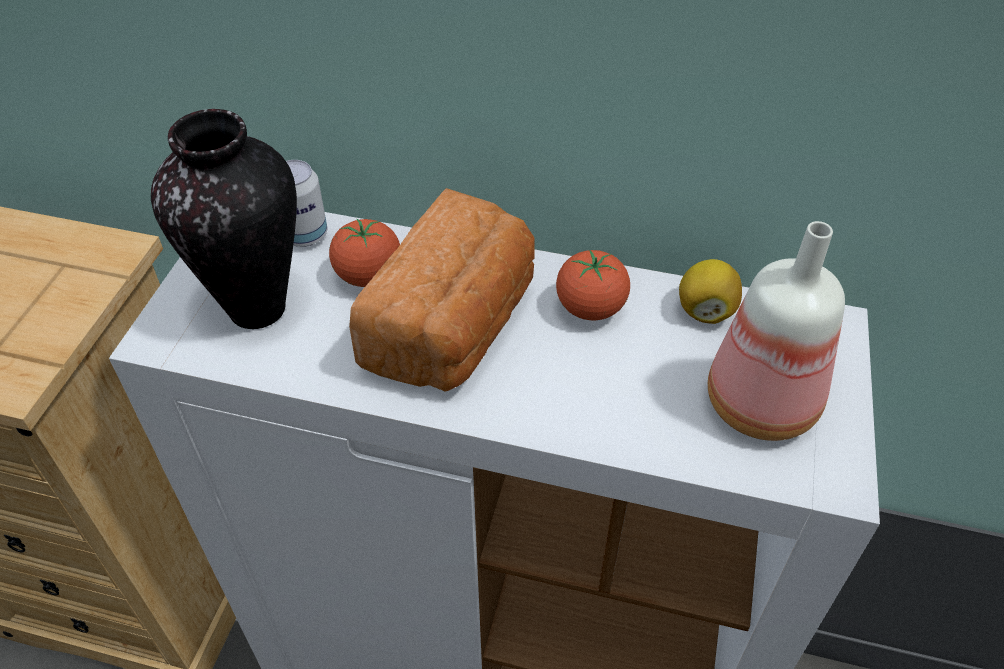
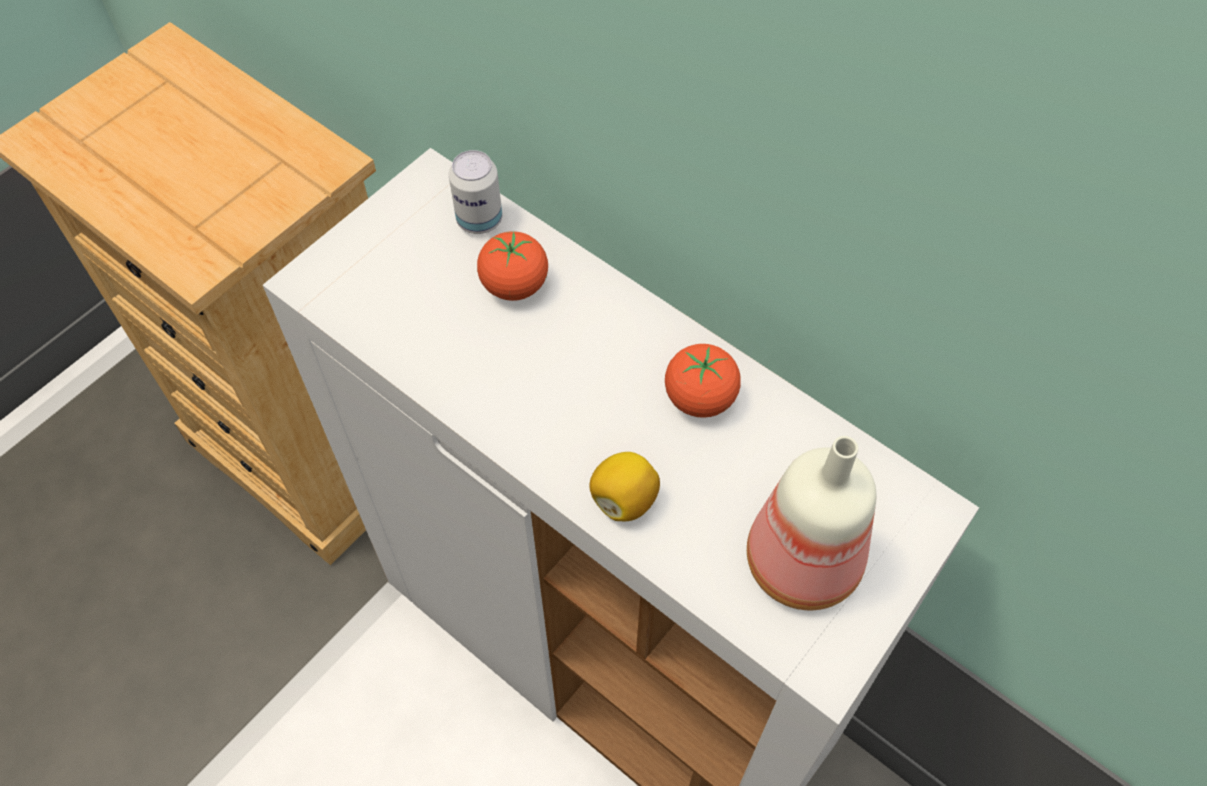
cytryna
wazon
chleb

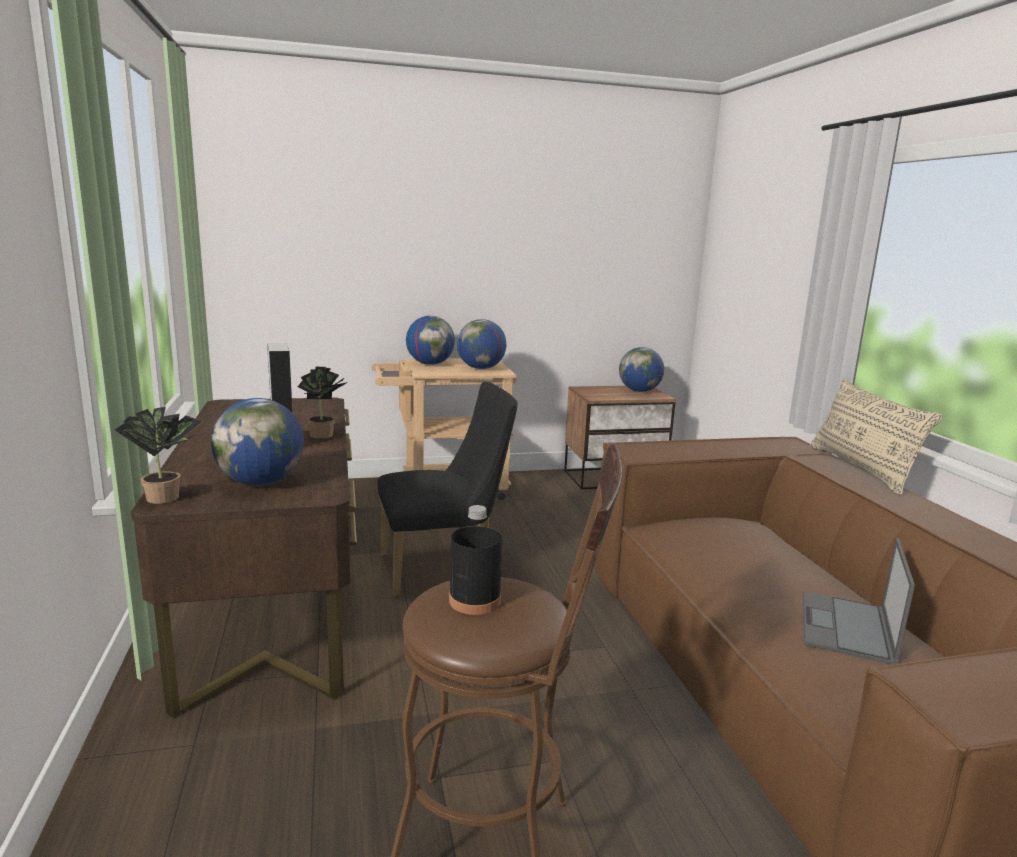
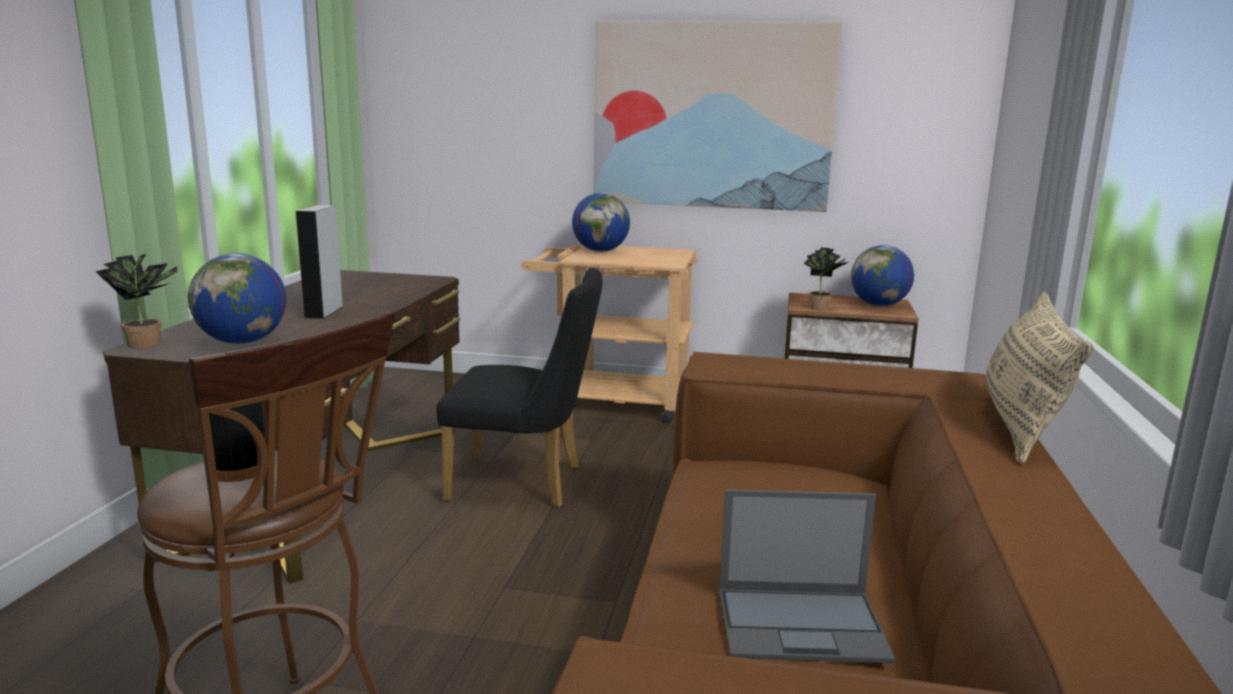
obraz
laptop
roślina doniczkowa (no. 2 from left)
globus (no. 3 from left in the first image)

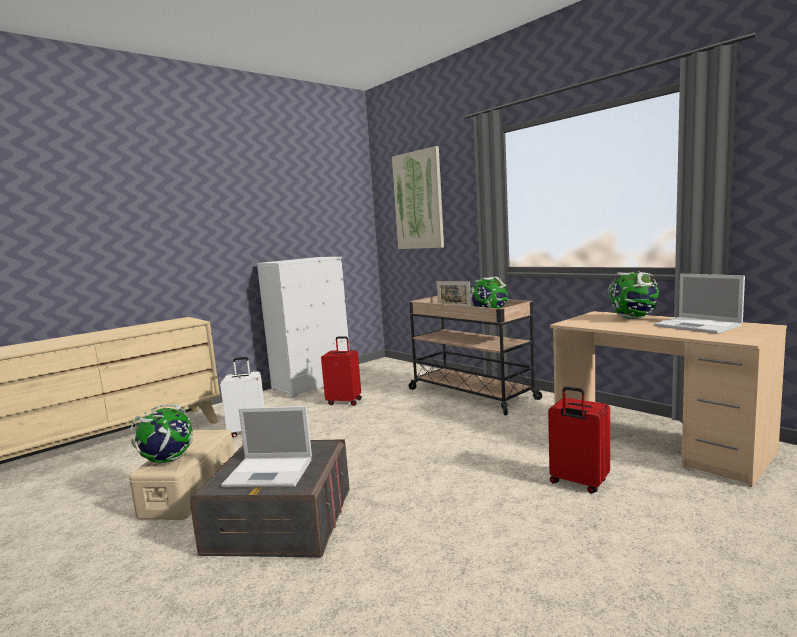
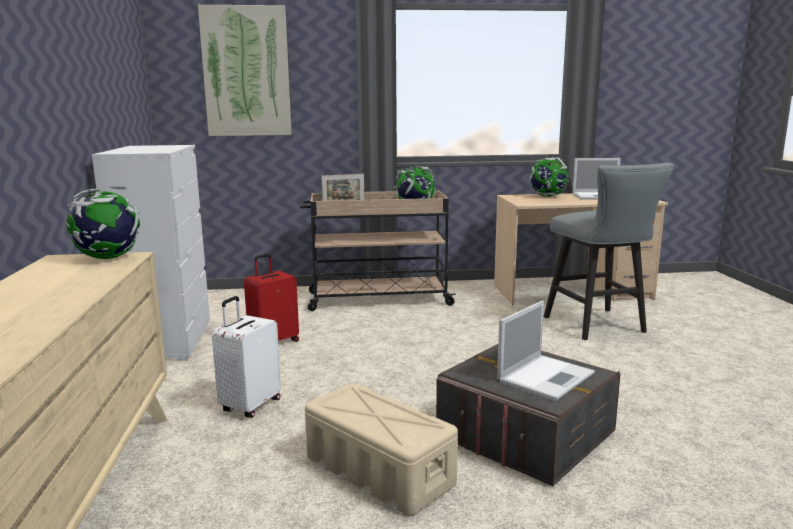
globus (no. 1 from left)
stołek [szary]

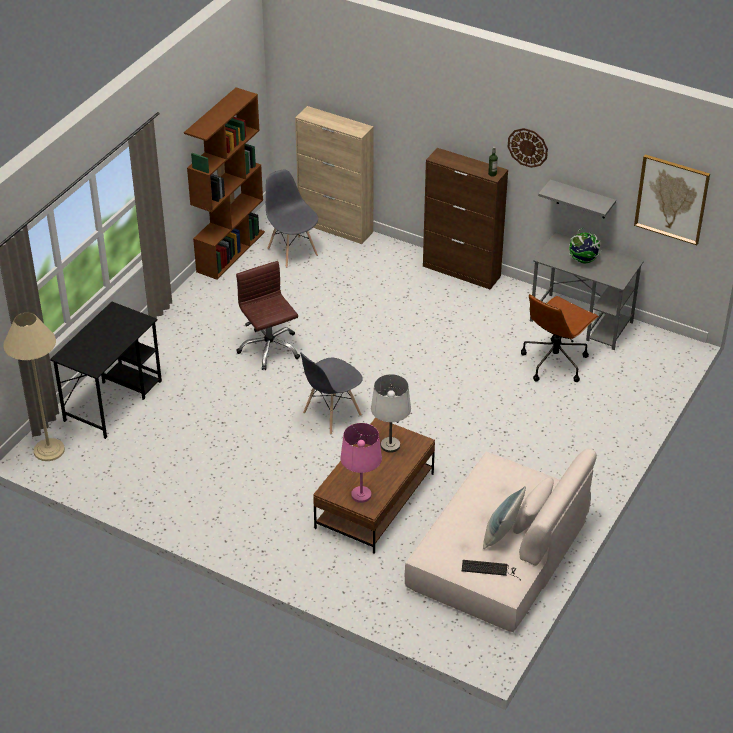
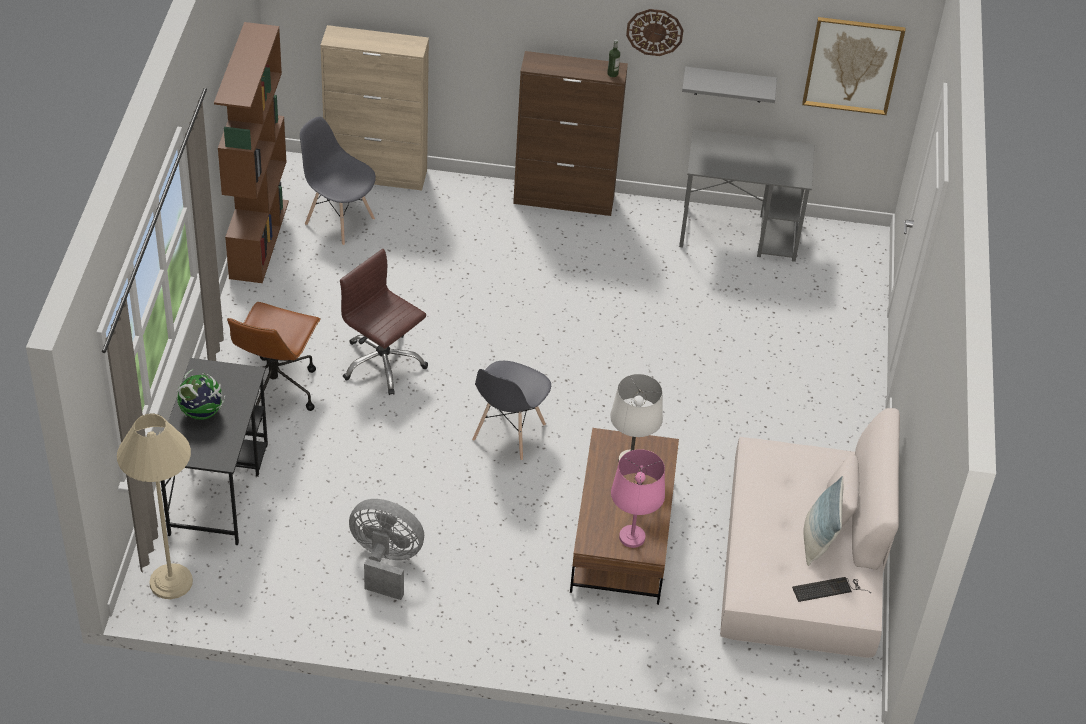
globus
krzesło biurowe [brązowy] (no. 1 from left)
wentylator [szary]

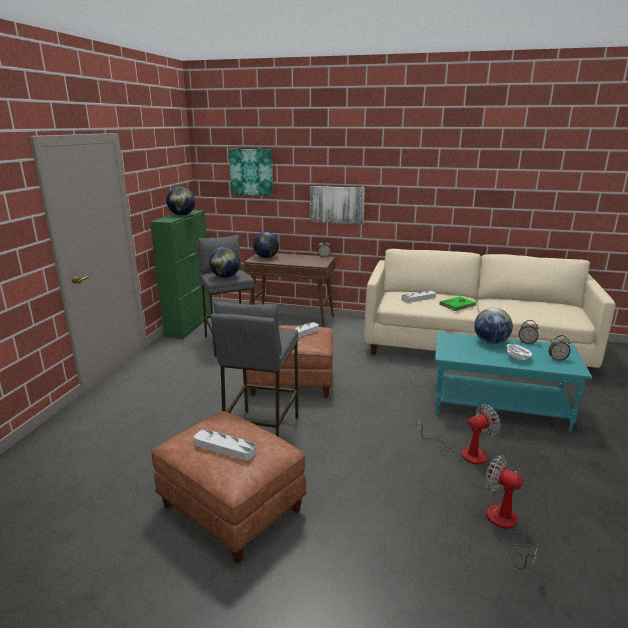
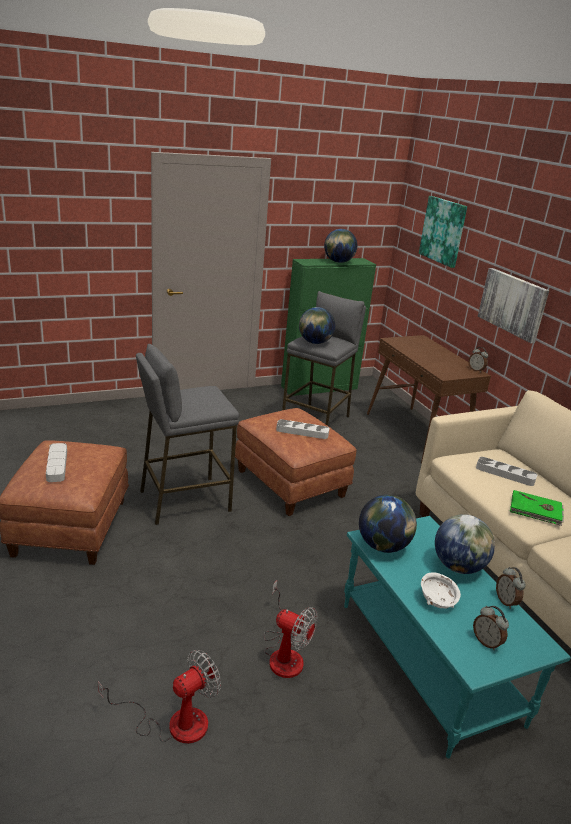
wentylator (no. 1 from left)
globus (no. 3 from left)

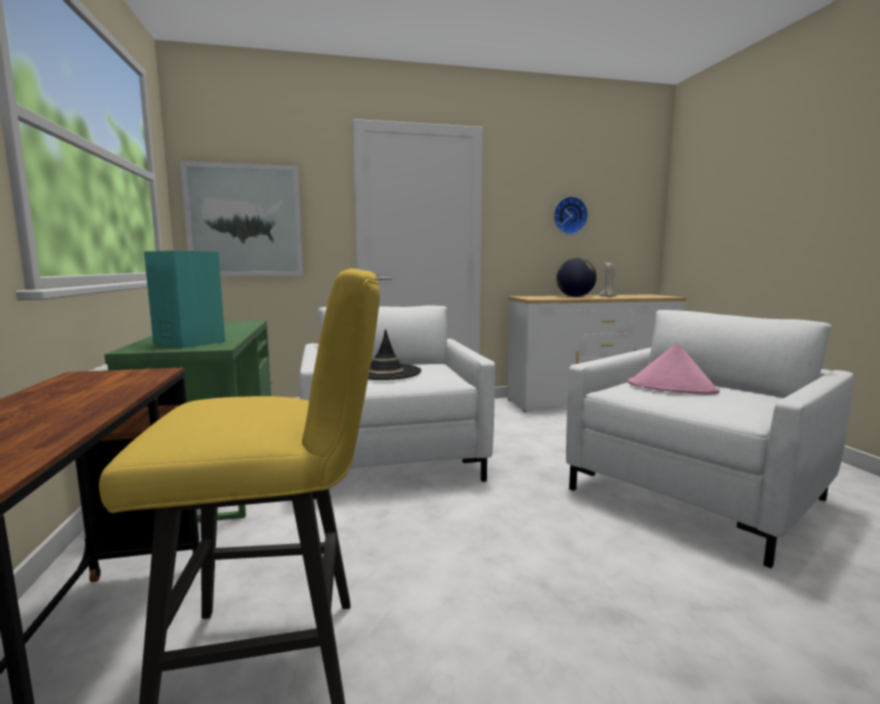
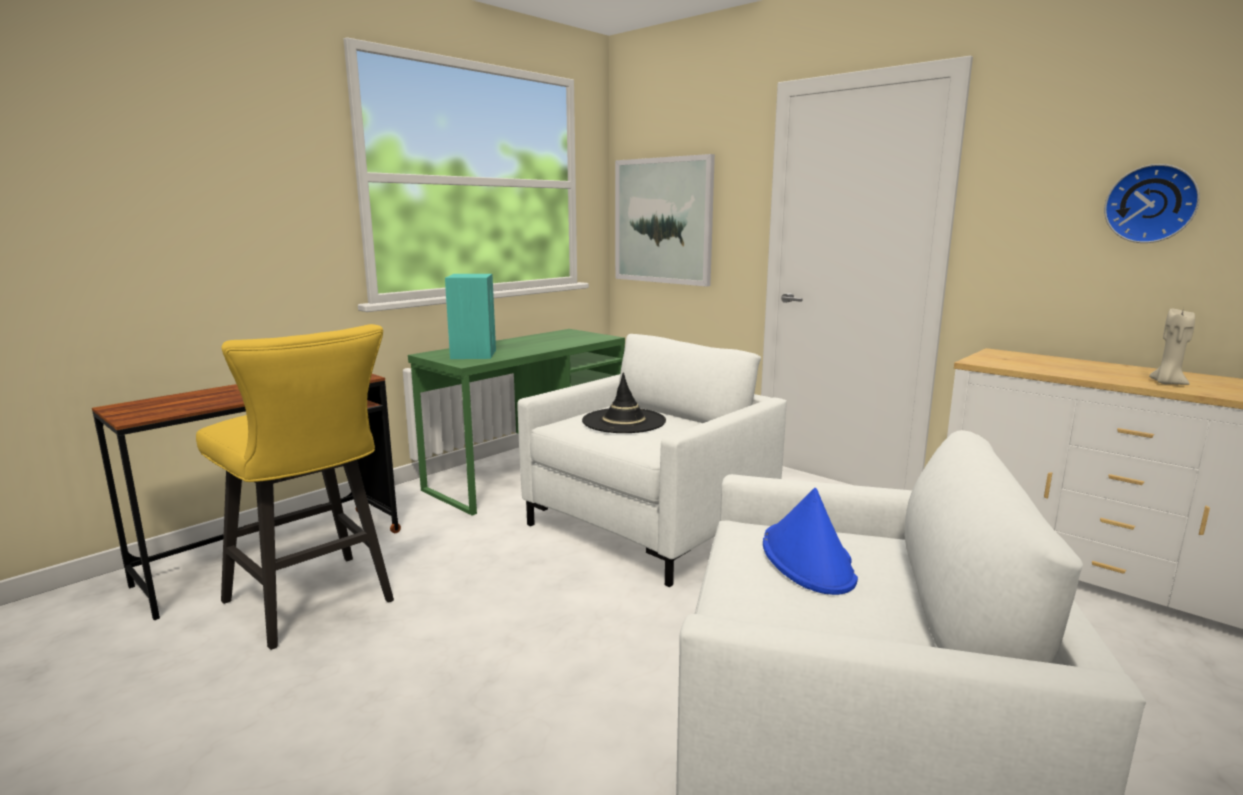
kapelusz [niebieski]
globus

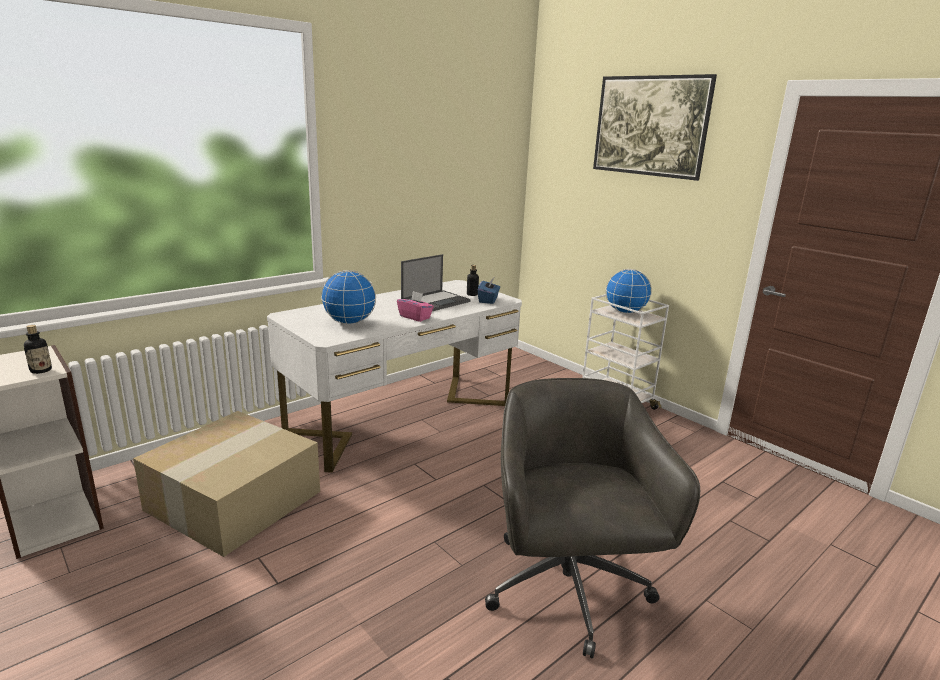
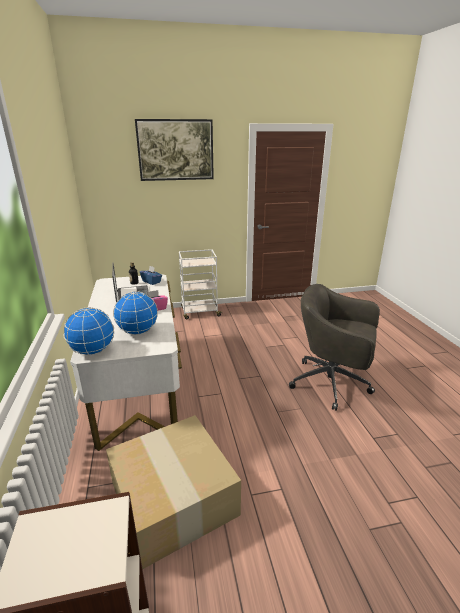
globus (no. 1 from left)
butelka (no. 1 from left in the first image)

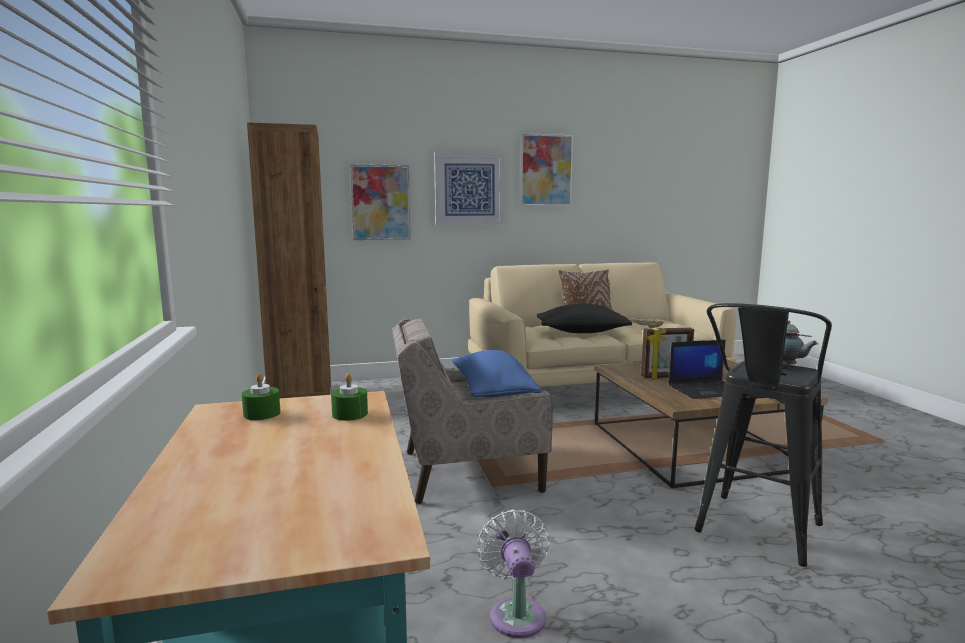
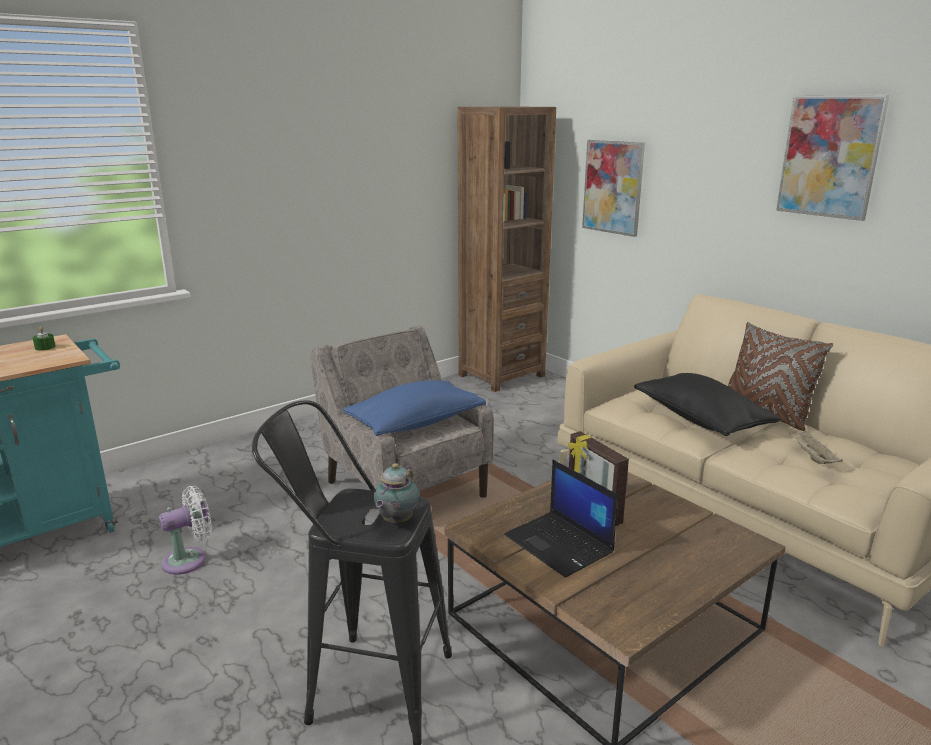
świeca [zielony] (no. 2 from left in the first image)
obraz (no. 2 from left in the first image)

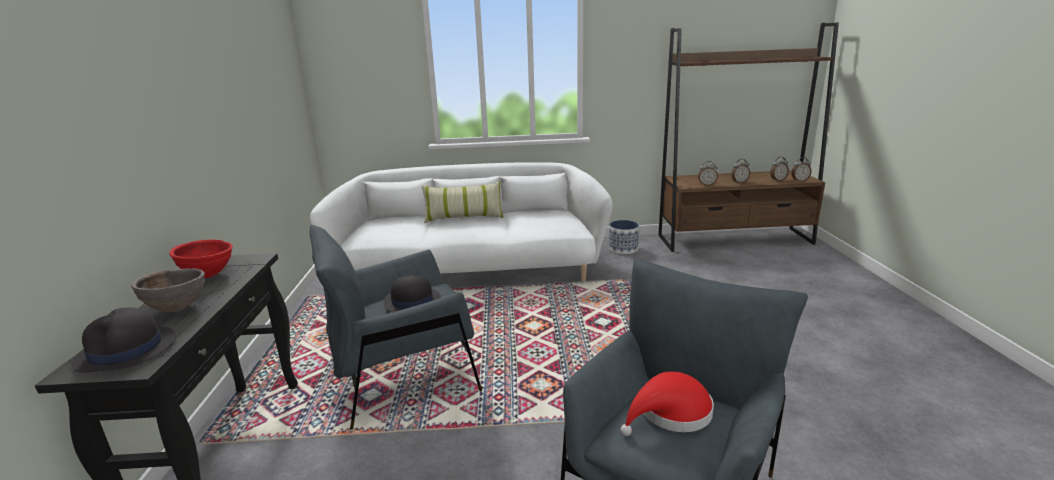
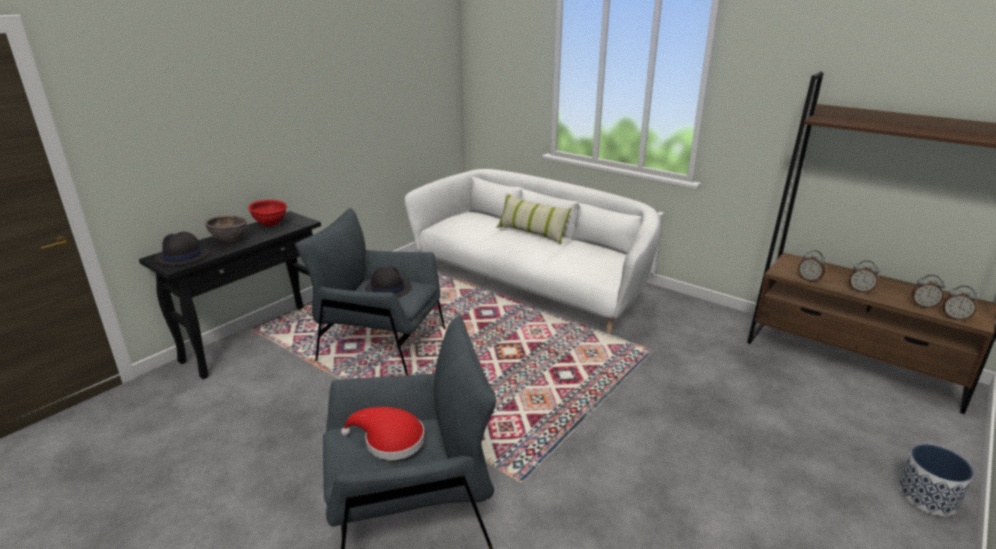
donica

